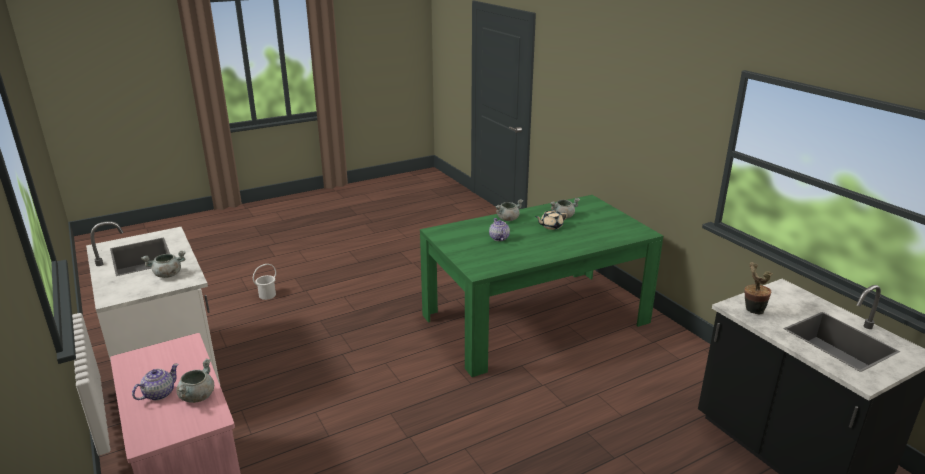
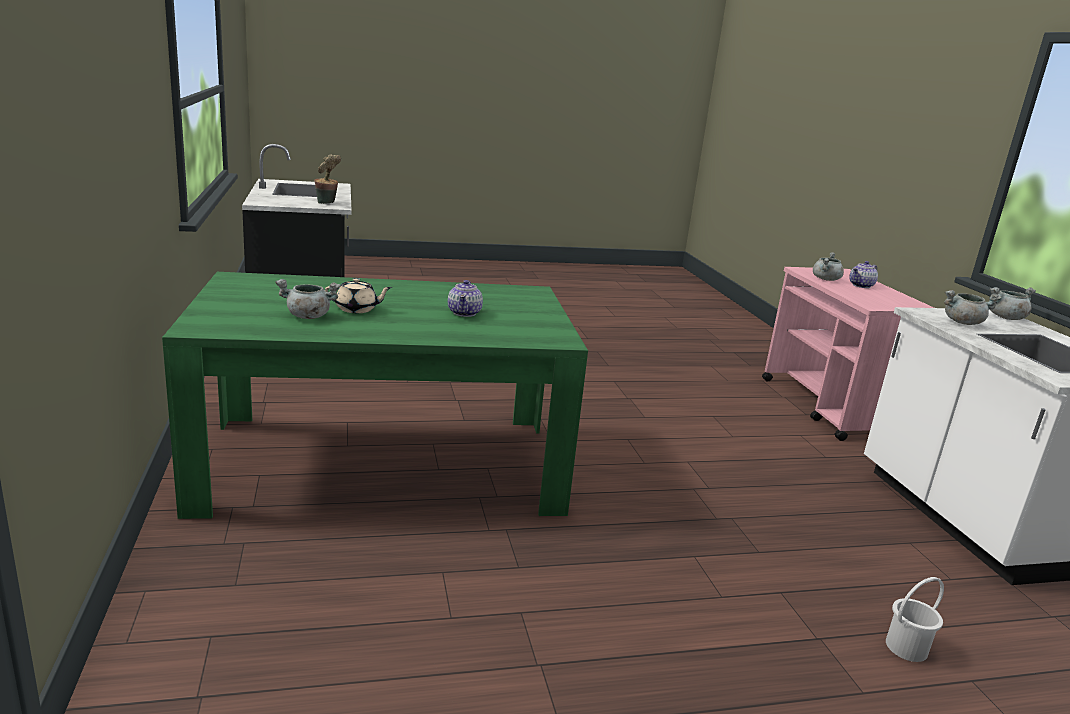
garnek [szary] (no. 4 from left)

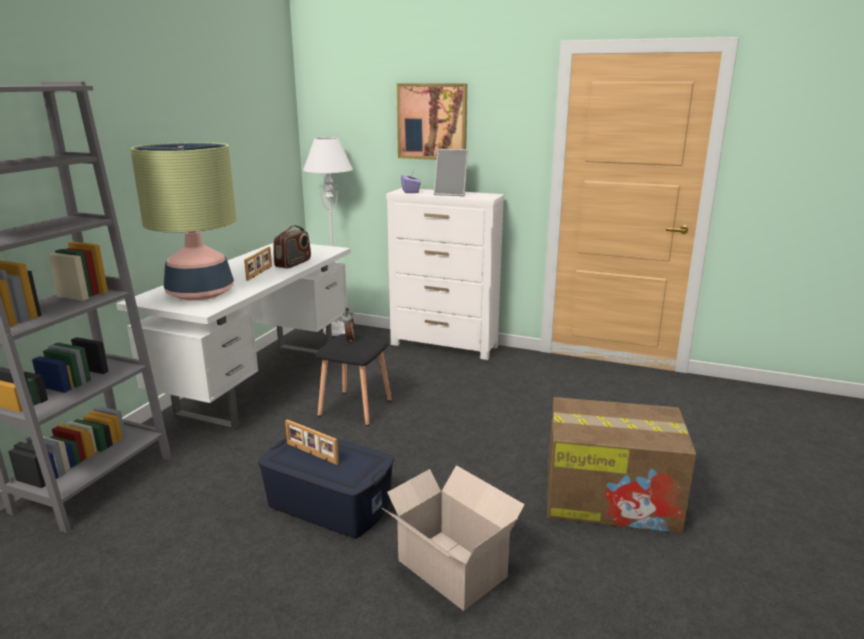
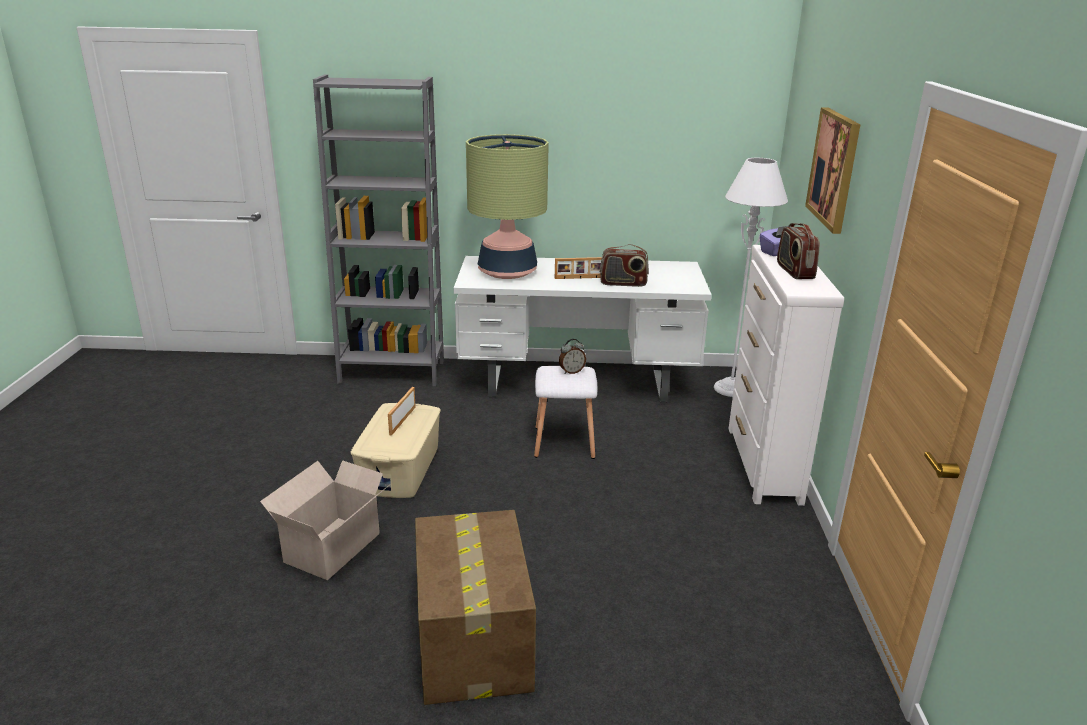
pojemnik do przechowywania [beżowy]
stołek [biały]
radio (no. 2 from left)

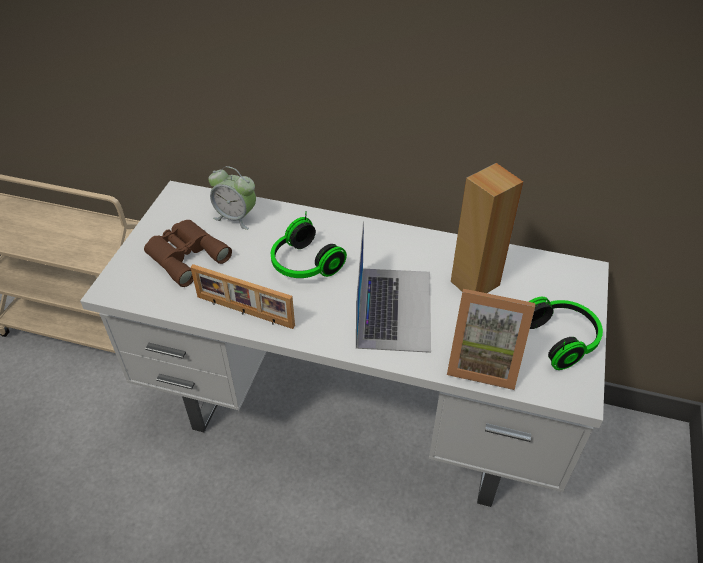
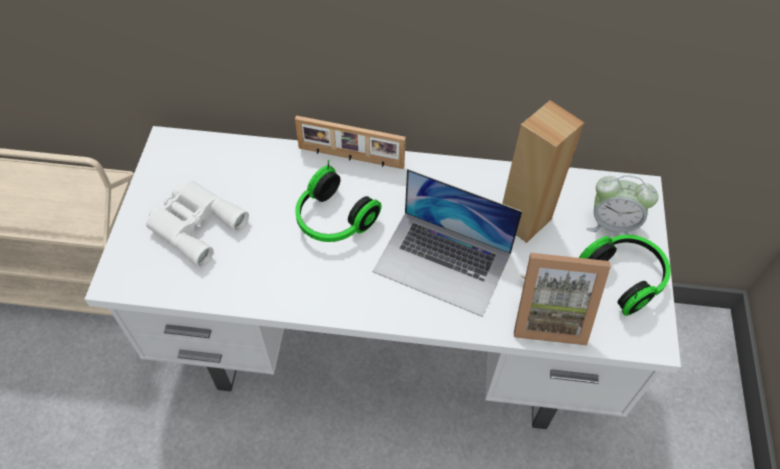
lornetka [biały]
ramka na zdjęcie (no. 1 from left)
laptop
budzik

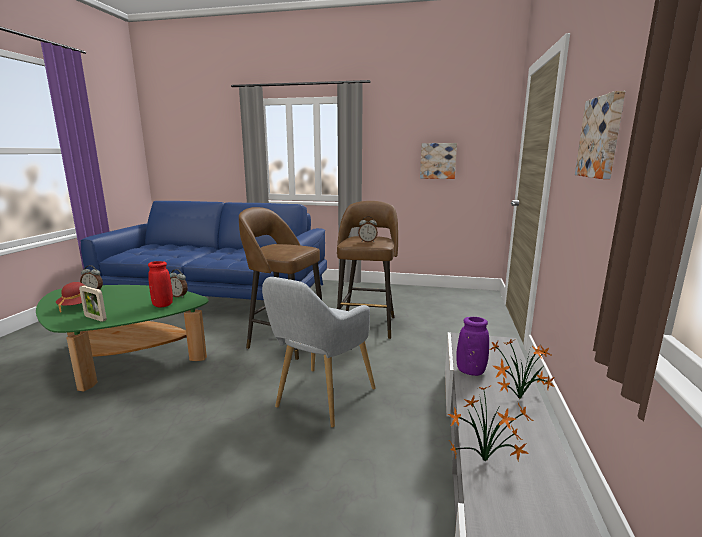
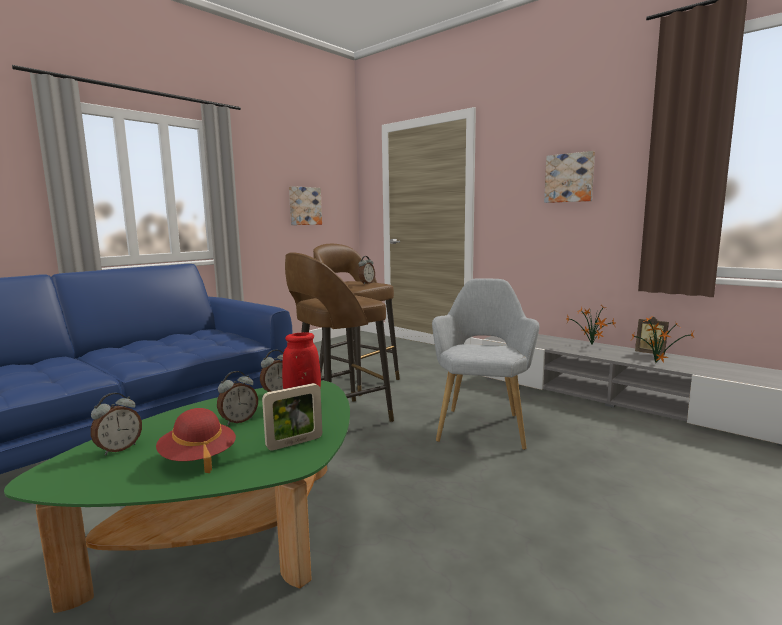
budzik (no. 2 from left)
fotel [szary]
ramka na zdjęcie (no. 2 from left)
wazon [fioletowy]

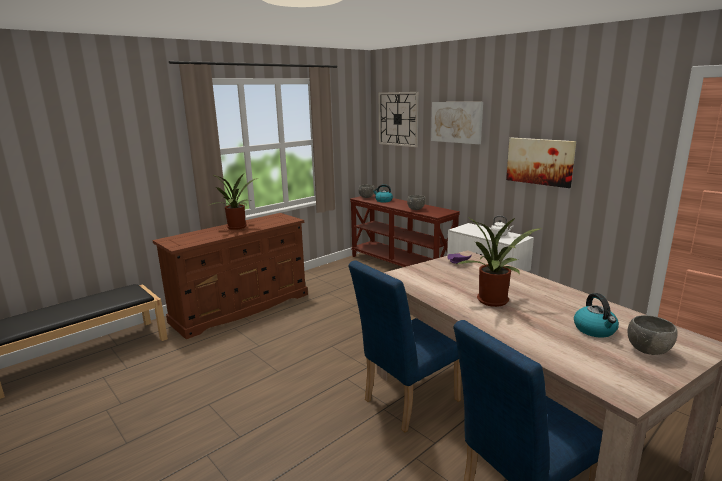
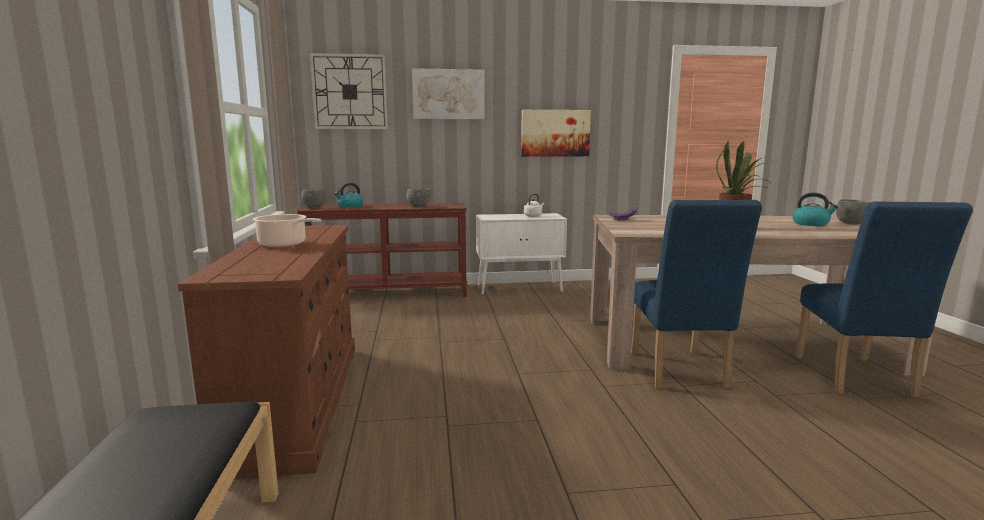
garnek

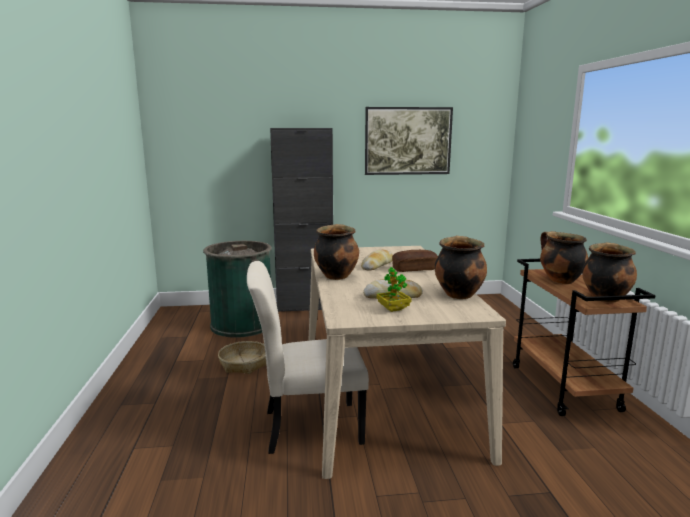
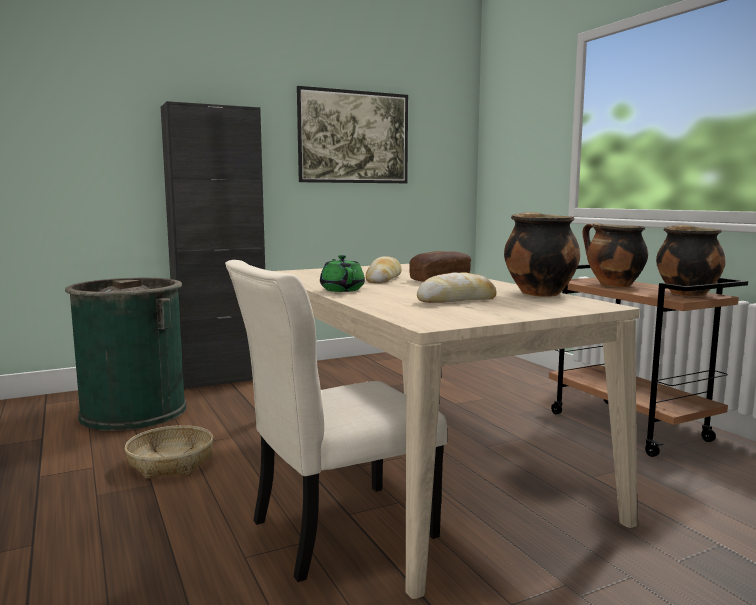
imbryk [zielony]
roślina doniczkowa

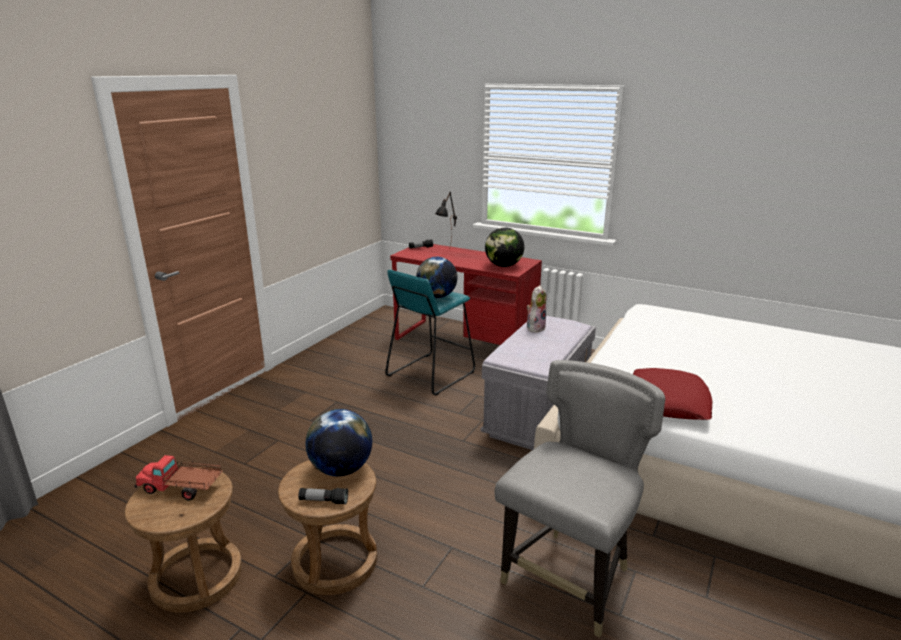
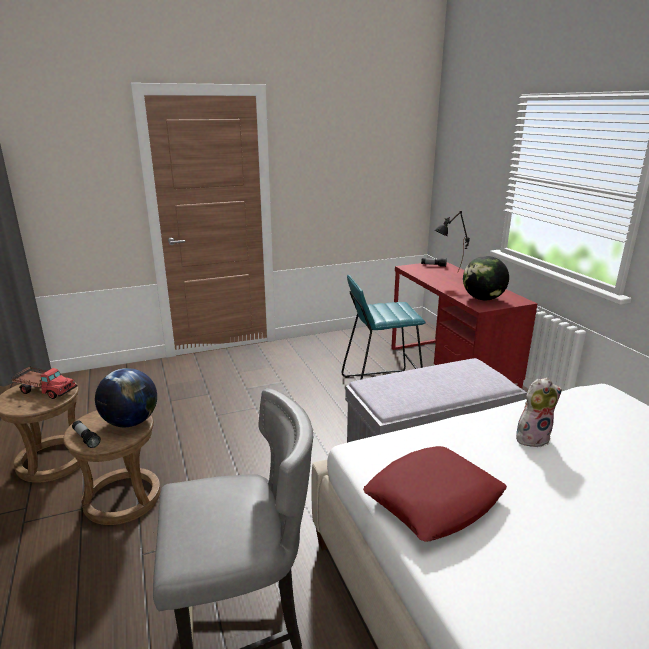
ciężarówka zabawkowa
pluszak
globus (no. 2 from left in the first image)

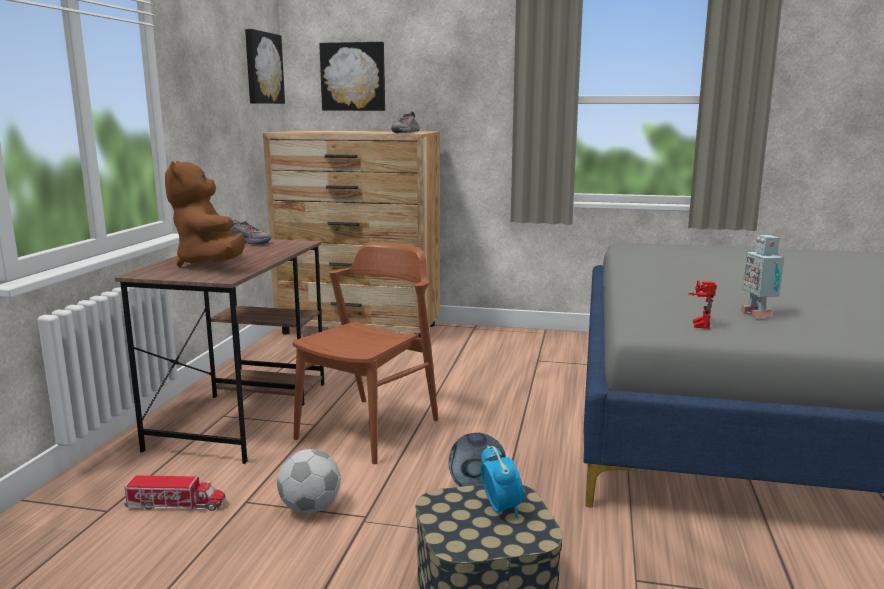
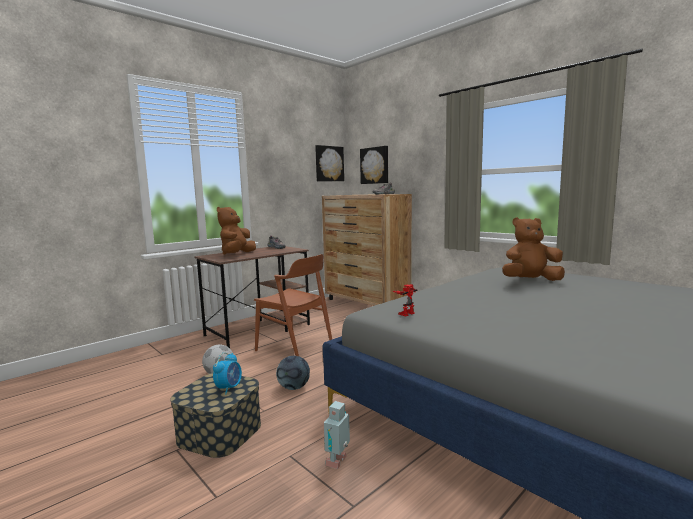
krzesło [brązowy]
robot zabawkowy (no. 1 from left)
pluszak [brązowy] (no. 2 from left)
ciężarówka zabawkowa

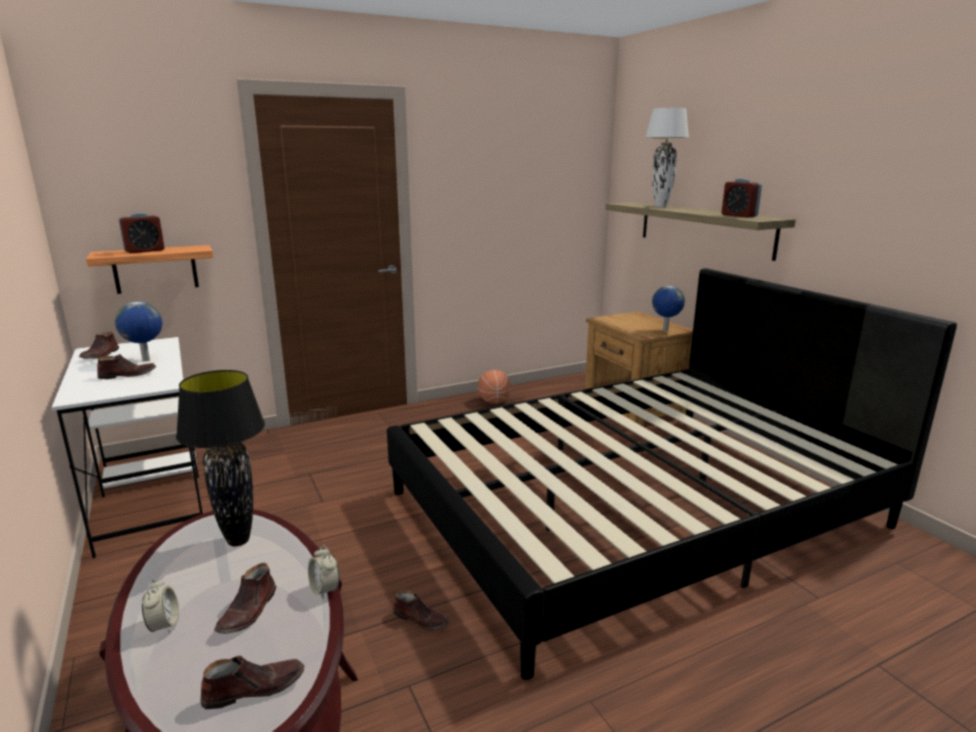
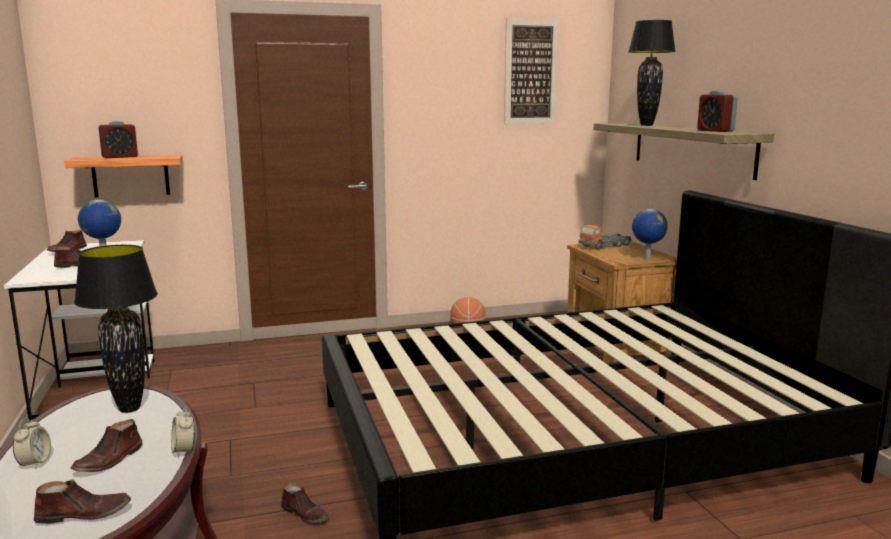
obraz
ciężarówka zabawkowa
lampa stołowa [czarny] (no. 2 from left)

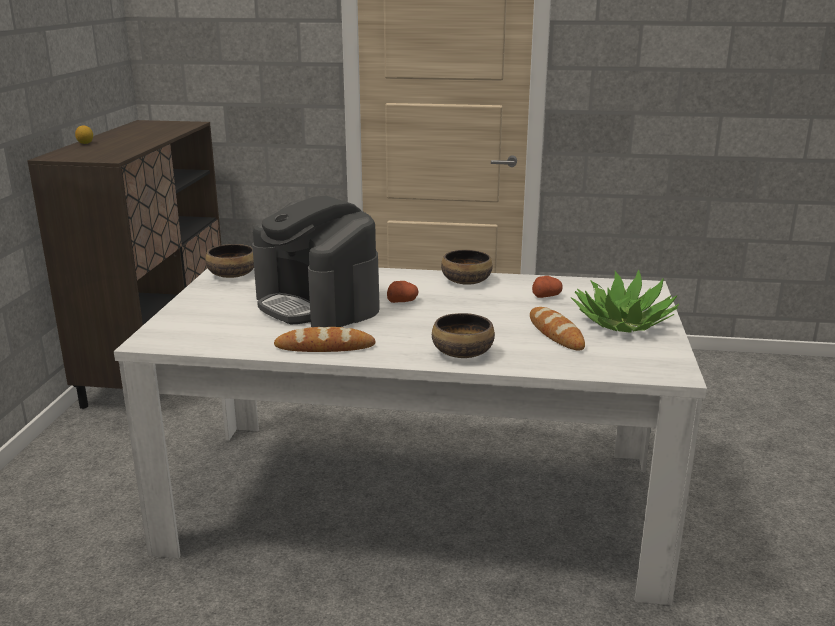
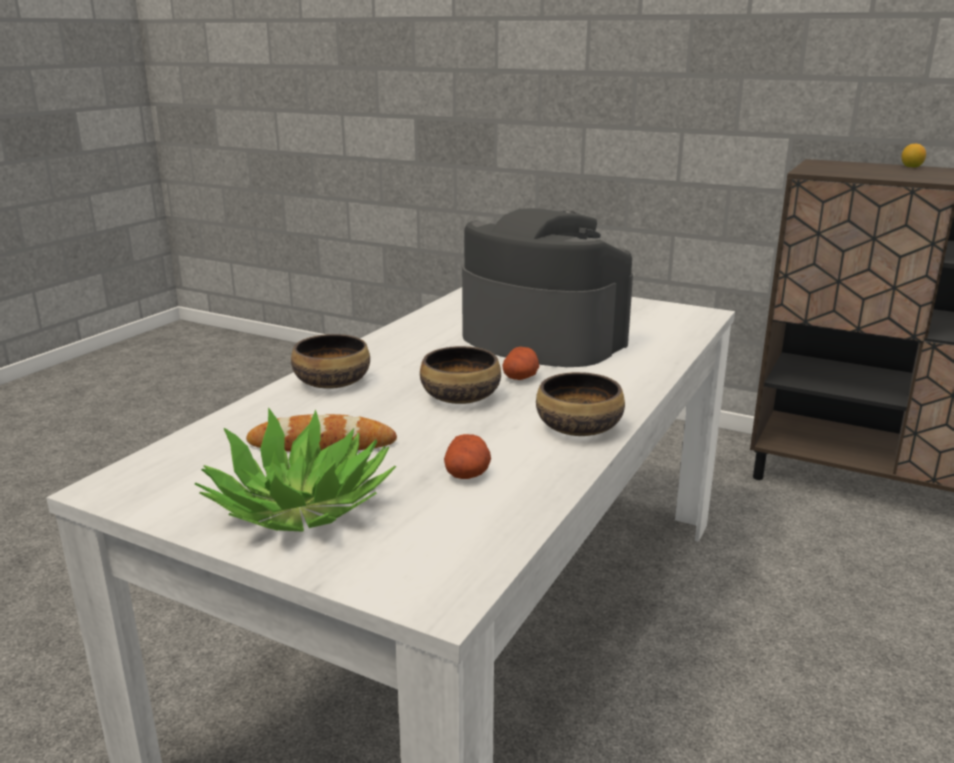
miska (no. 2 from left)
ekspres do kawy
chleb (no. 1 from left in the first image)

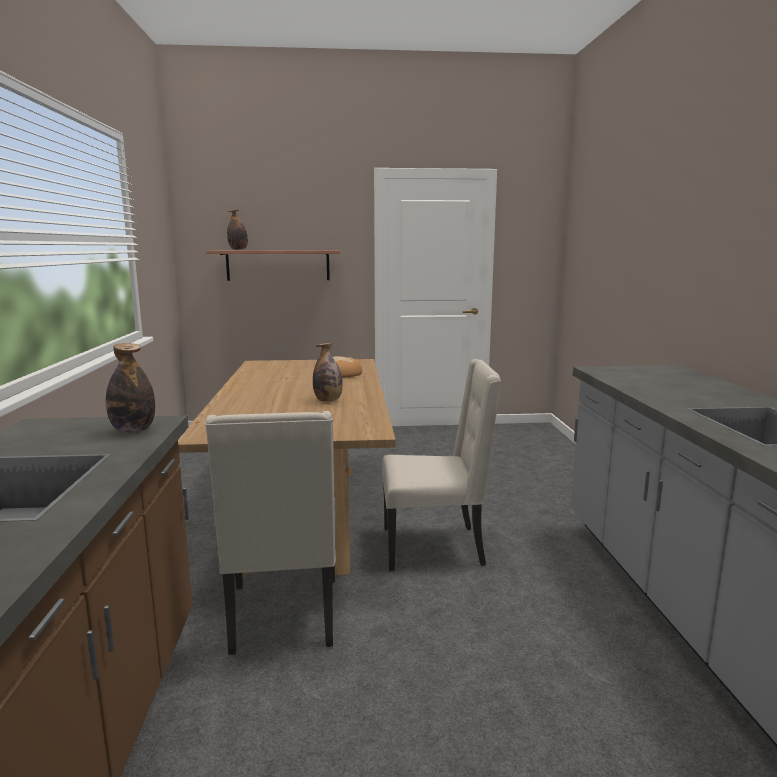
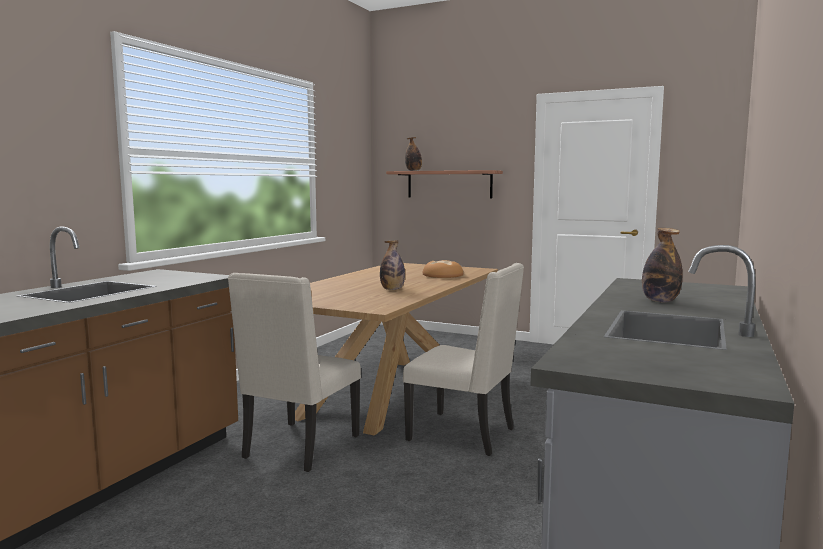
butelka (no. 3 from left)

